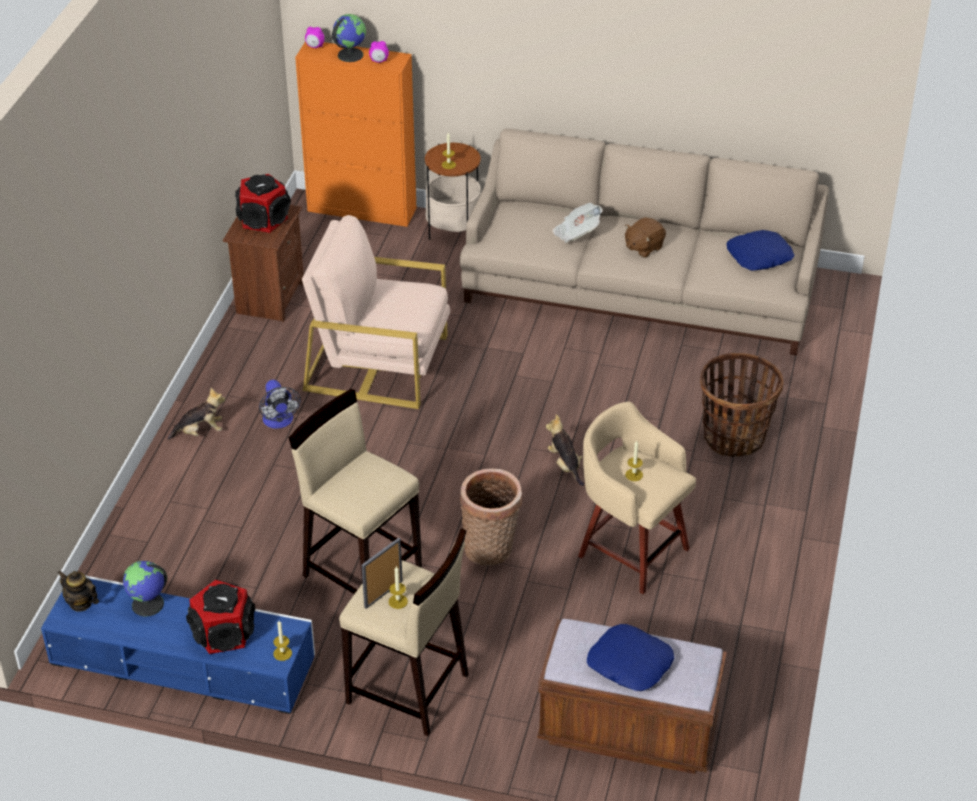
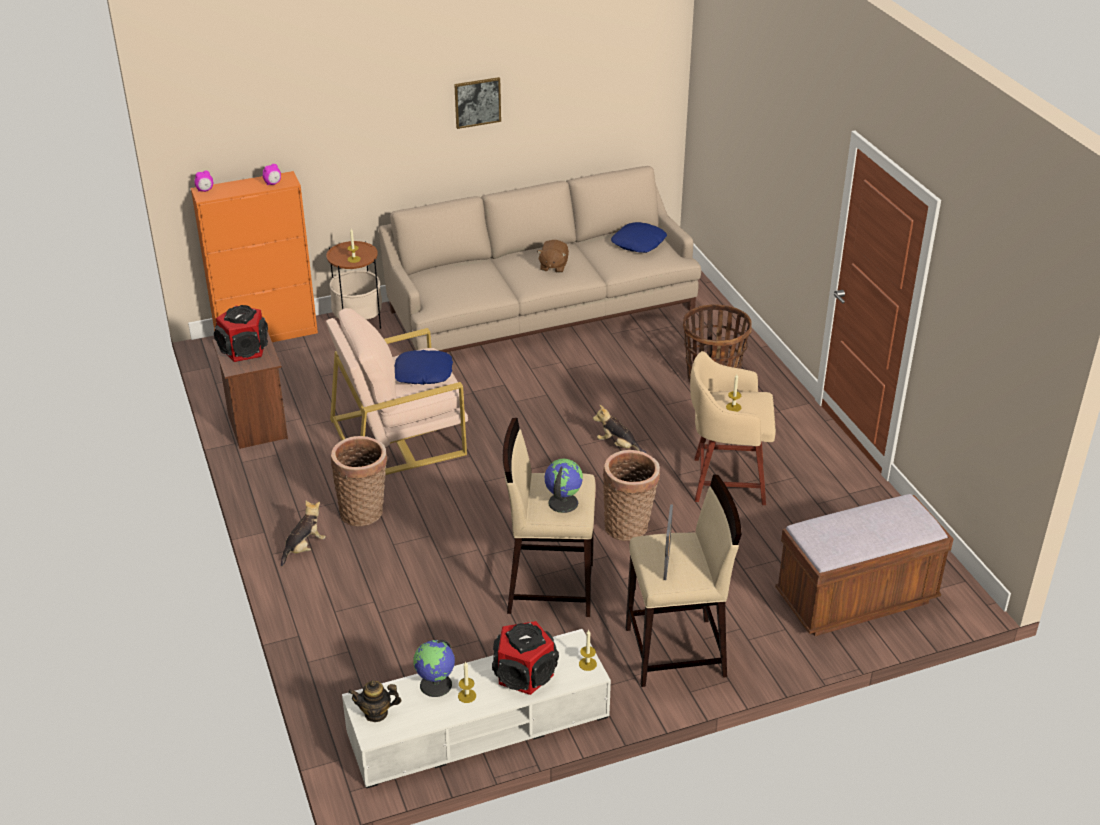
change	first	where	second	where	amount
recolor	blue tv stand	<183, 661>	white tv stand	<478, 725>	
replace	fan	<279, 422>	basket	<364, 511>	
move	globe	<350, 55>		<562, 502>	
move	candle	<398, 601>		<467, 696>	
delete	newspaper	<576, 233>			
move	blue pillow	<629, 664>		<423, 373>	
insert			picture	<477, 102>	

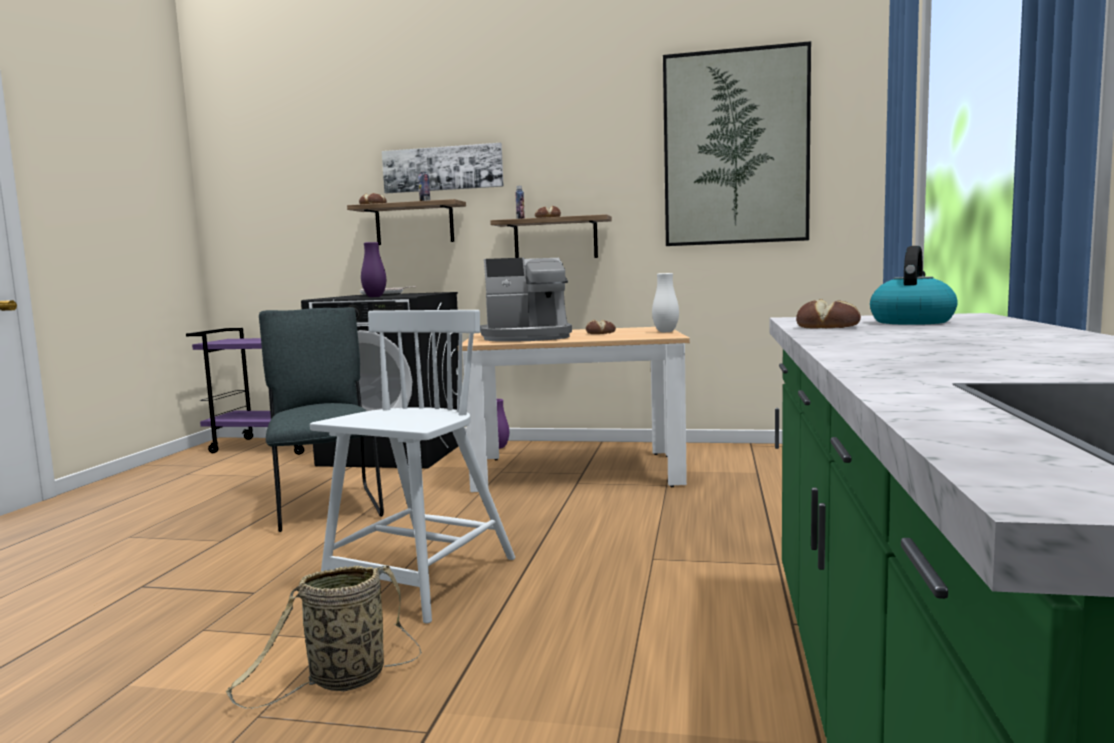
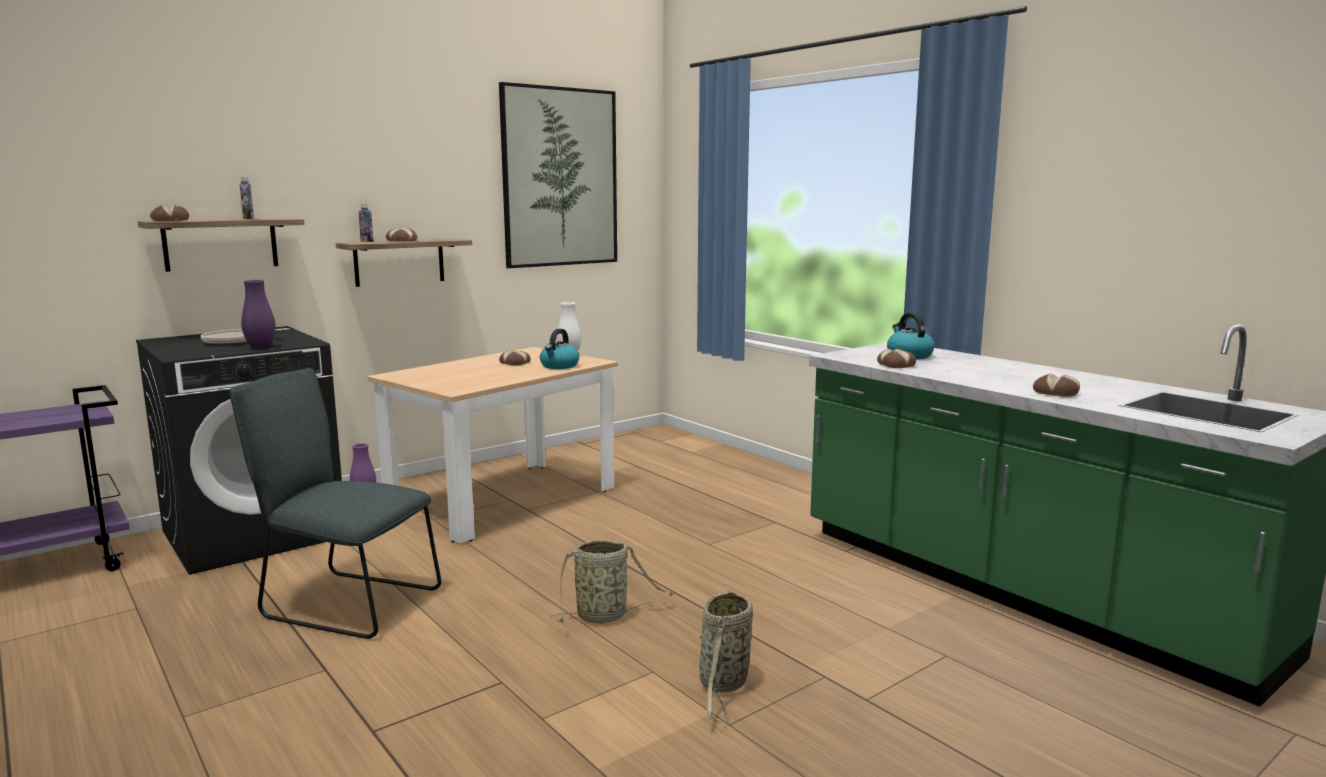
change	first	where	second	where	amount
replace	white chair	<420, 580>	basket	<605, 616>	
delete	picture	<443, 169>			
delete	coffee machine	<527, 337>			
insert			kettle	<559, 366>	
insert			bread	<1056, 392>	

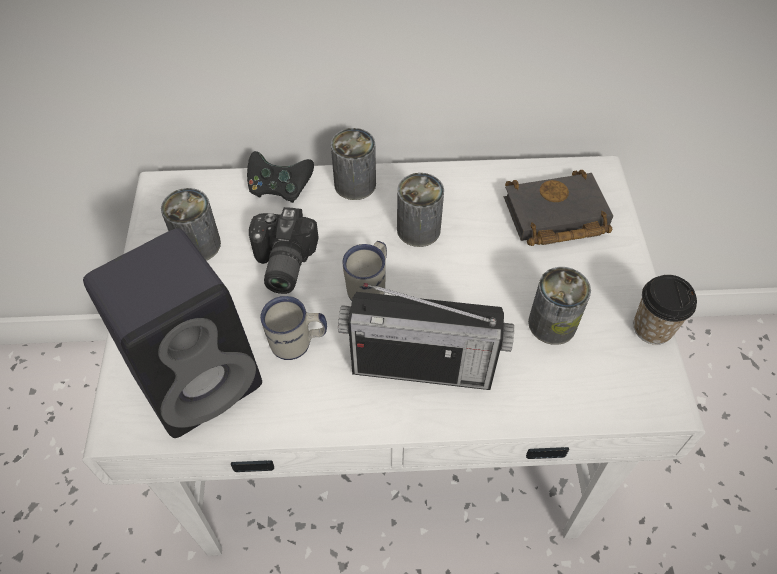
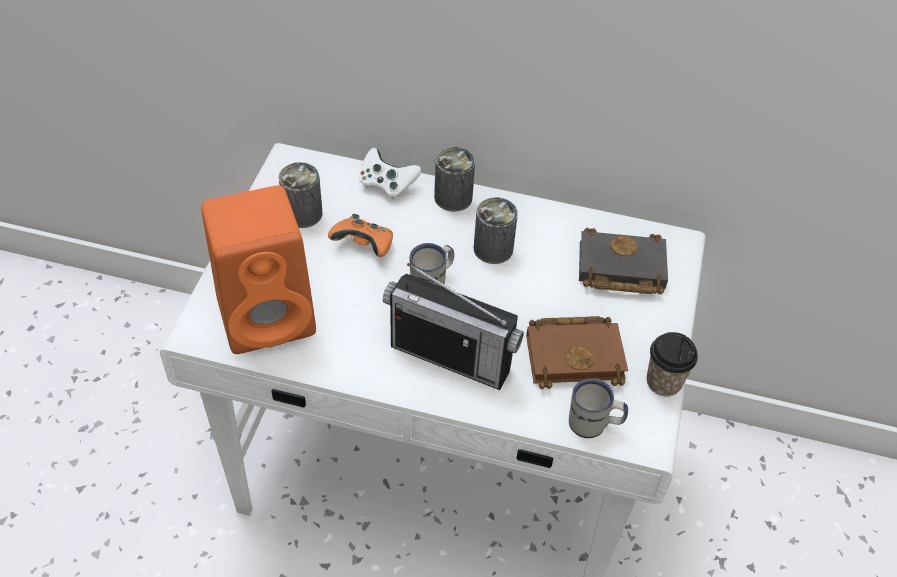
change	first	where	second	where	amount
recolor	black speaker	<201, 377>	orange speaker	<270, 315>	
recolor	black game controller	<279, 188>	white game controller	<387, 185>	
replace	photo camera	<280, 264>	orange game controller	<364, 246>	
move	white mug	<298, 343>		<594, 425>	
replace	can	<552, 323>	brown book	<576, 354>	

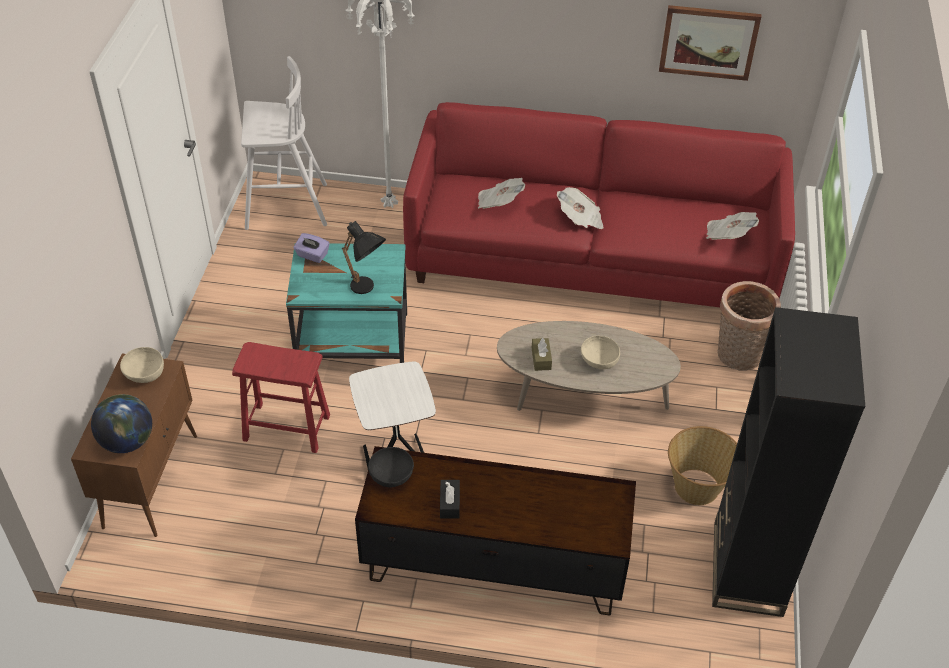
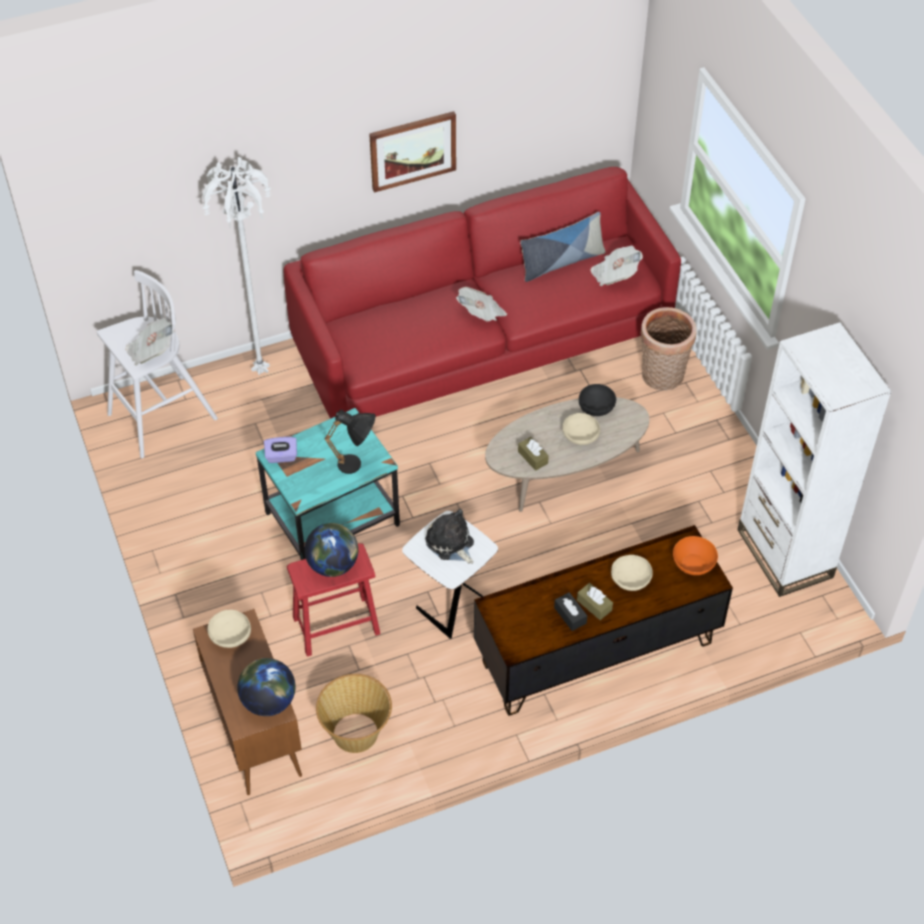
change	first	where	second	where	amount
move	black bowl	<392, 476>		<596, 407>	
move	newspaper	<499, 203>		<151, 351>	
move	picture	<708, 42>		<412, 150>	
move	basket	<697, 487>		<356, 732>	
recolor	black bookcase	<747, 568>	white bookcase	<784, 553>	
insert			globe	<333, 565>	
insert			plush toy	<451, 544>	
insert			pillow	<561, 262>	
insert			brown tissue box	<594, 605>	
insert			beige bowl	<630, 581>	
insert			orange bowl	<693, 564>	

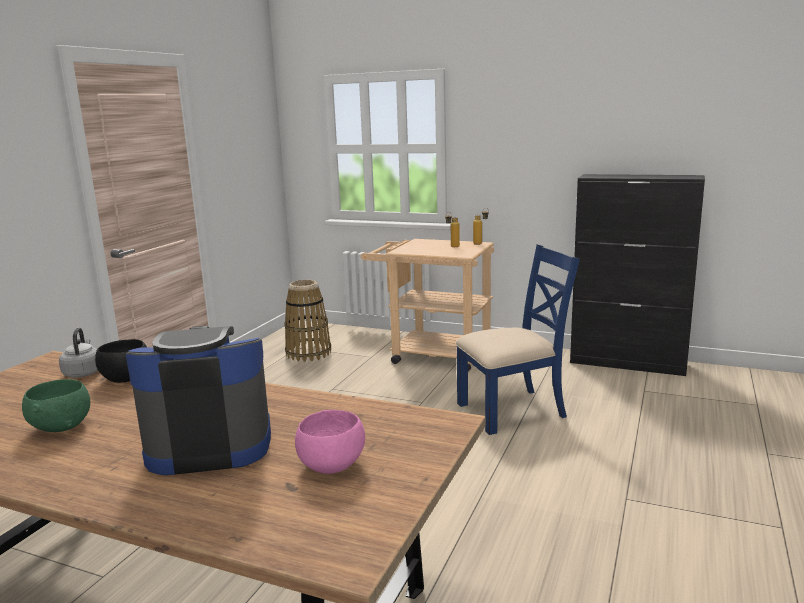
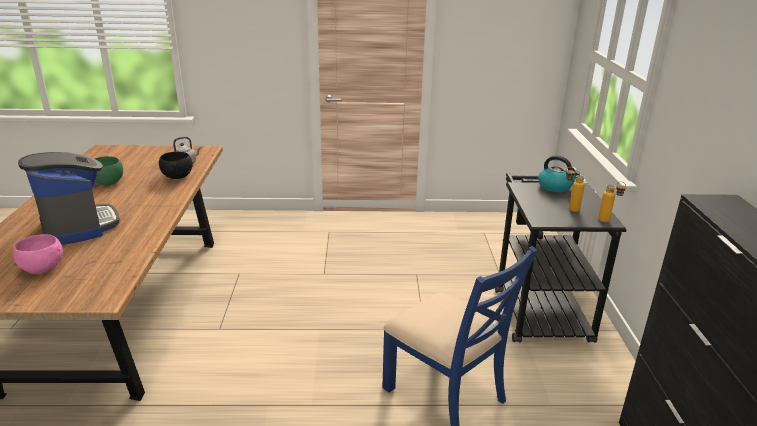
change	first	where	second	where	amount
delete	basket	<309, 353>			
recolor	beige cart	<432, 355>	black cart	<539, 309>	
insert			kettle	<555, 187>	

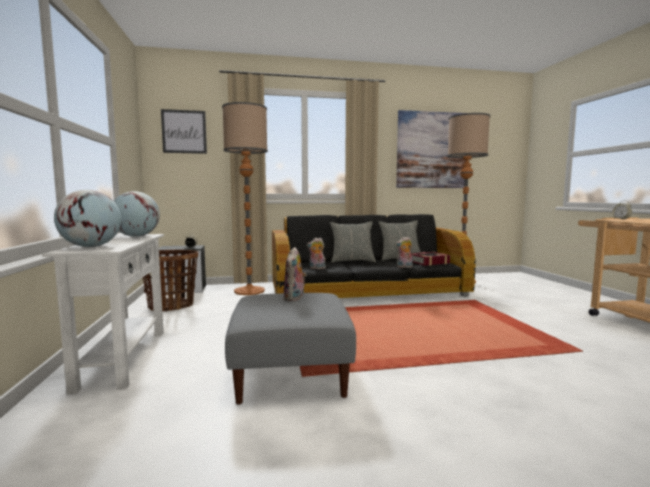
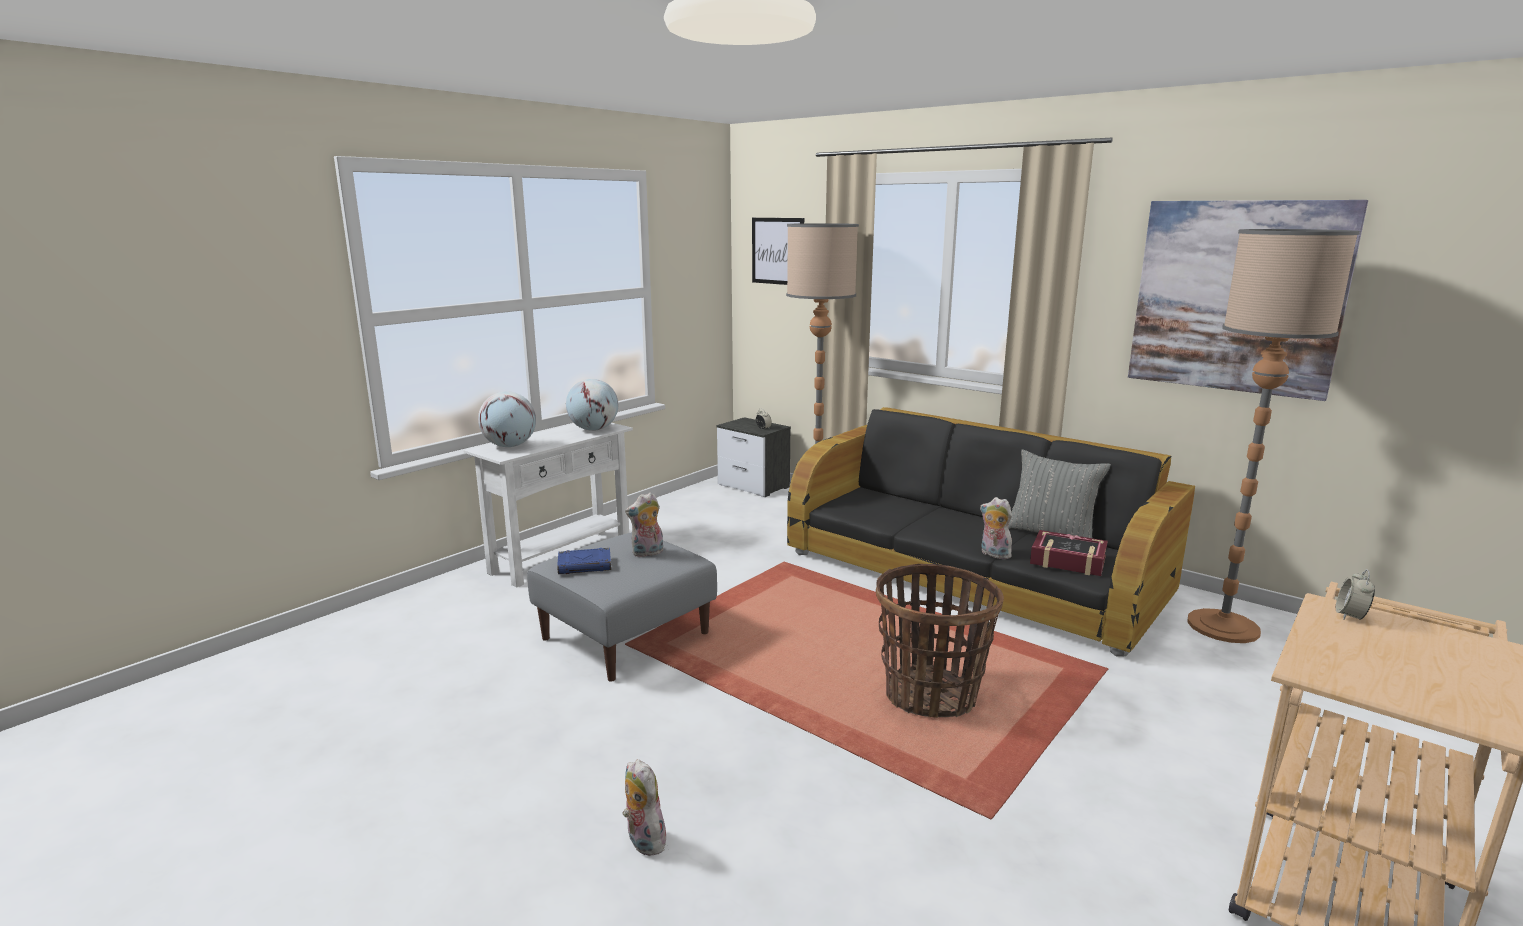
change	first	where	second	where	amount
move	basket	<171, 306>		<930, 695>	
move	plush toy	<316, 268>		<643, 840>	
delete	grey pillow	<352, 261>			
insert			blue book	<585, 565>	

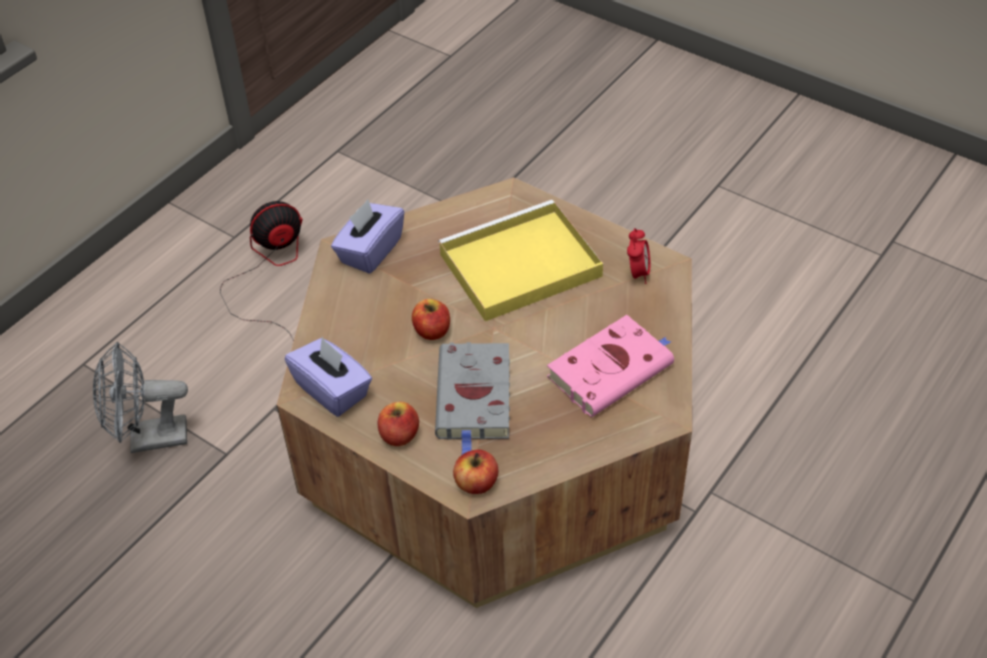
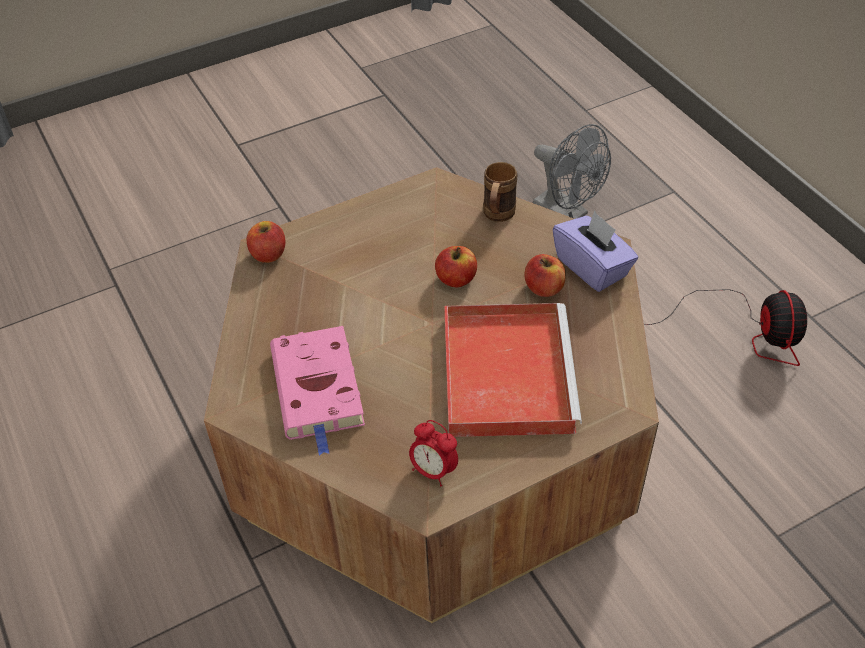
change	first	where	second	where	amount
rotate	grey fan	<149, 439>		<567, 213>	120 degrees clockwise
delete	purple tissue box	<332, 390>			
move	apple	<399, 435>		<544, 288>	
delete	grey book	<474, 399>			
recolor	yellow tray	<517, 266>	red tray	<505, 371>	
insert			brown mug	<497, 217>	

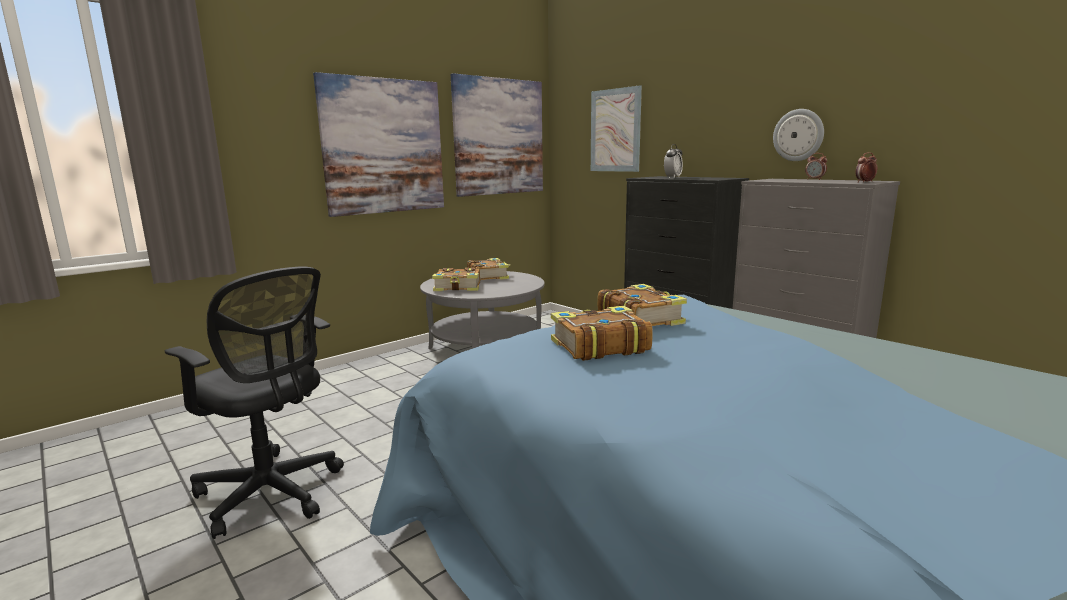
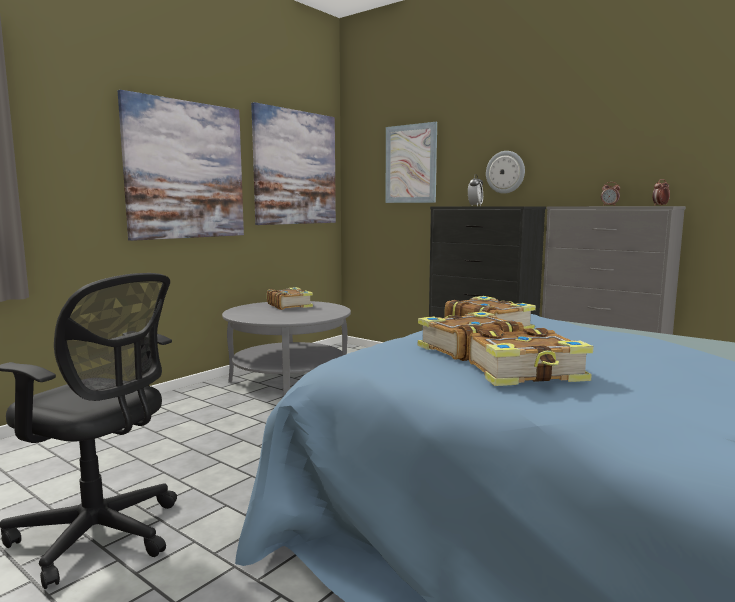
change	first	where	second	where	amount
move	book	<458, 287>		<527, 373>	
move	wall clock	<798, 135>		<505, 172>	

